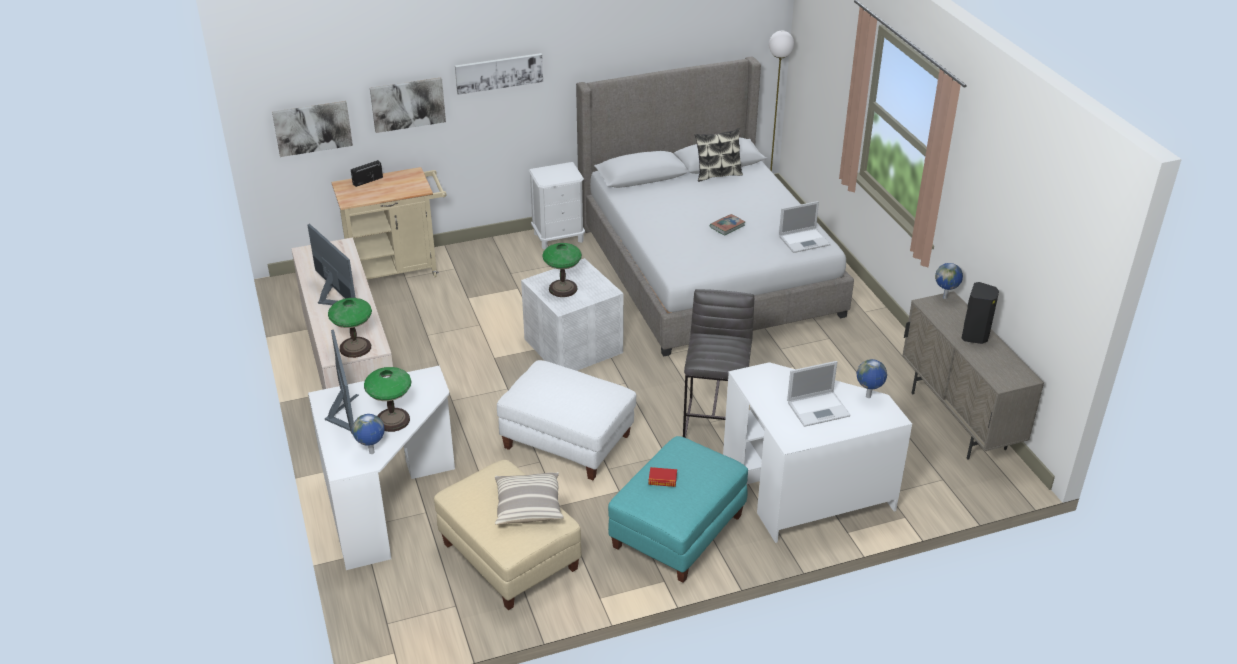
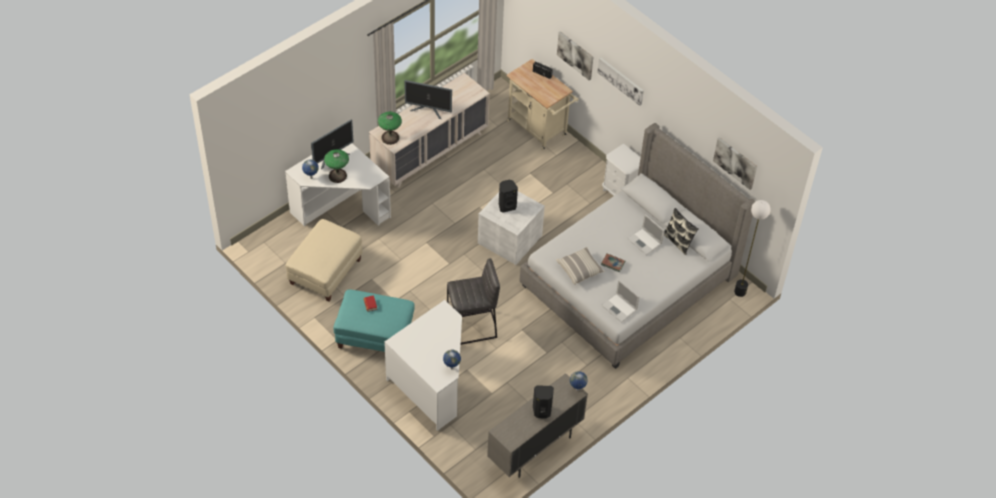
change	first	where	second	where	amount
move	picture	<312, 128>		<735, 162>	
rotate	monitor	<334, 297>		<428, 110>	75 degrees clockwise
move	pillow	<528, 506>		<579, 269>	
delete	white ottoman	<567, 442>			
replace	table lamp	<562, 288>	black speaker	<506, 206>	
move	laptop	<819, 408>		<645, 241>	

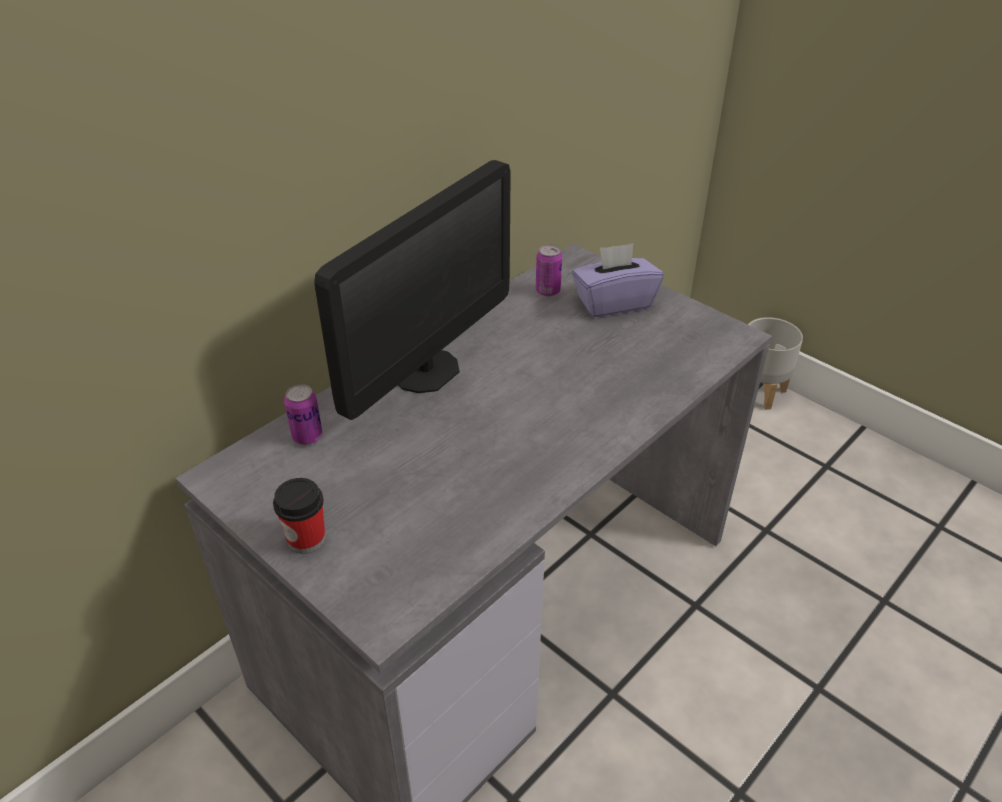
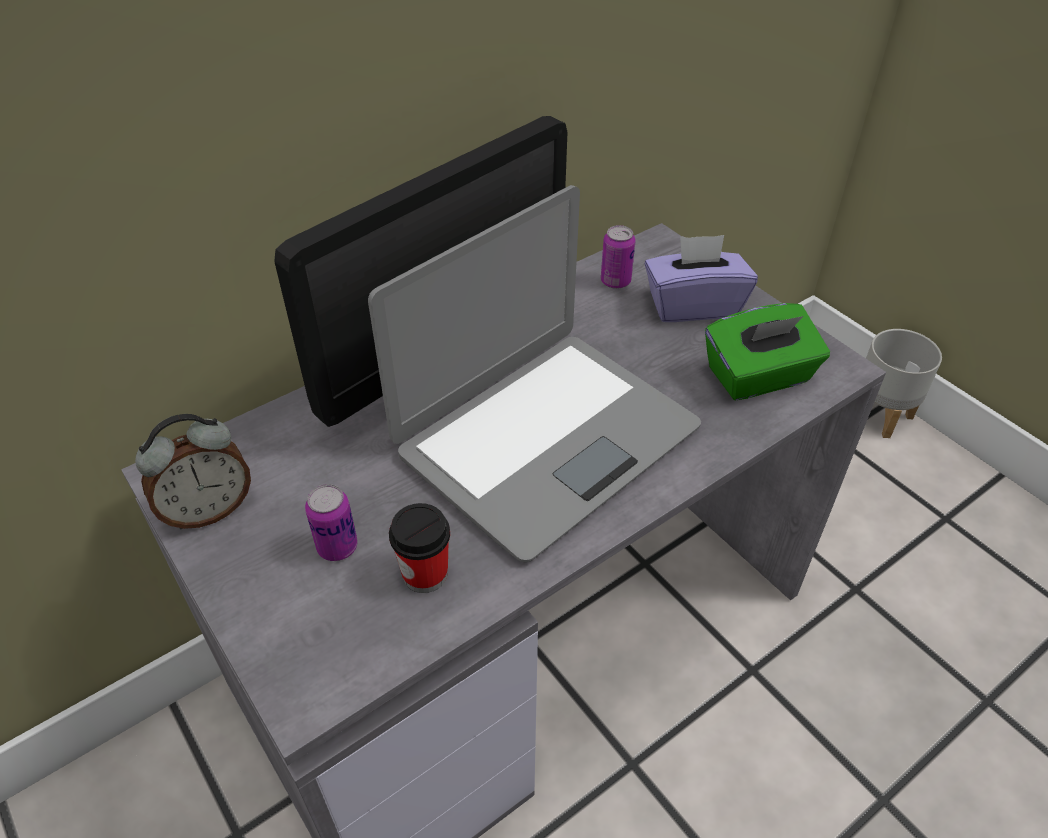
change	first	where	second	where	amount
move	cup	<306, 539>		<425, 574>	
move	can	<307, 436>		<337, 547>	
insert			alarm clock	<209, 510>	
insert			laptop	<545, 439>	
insert			green tissue box	<759, 377>	

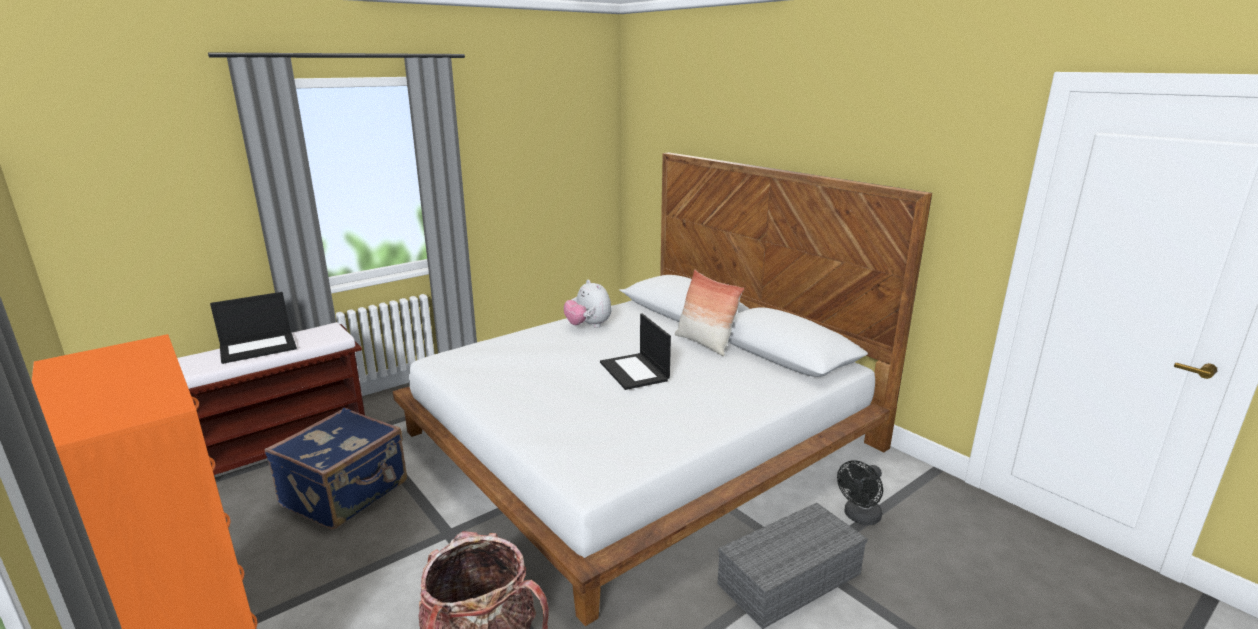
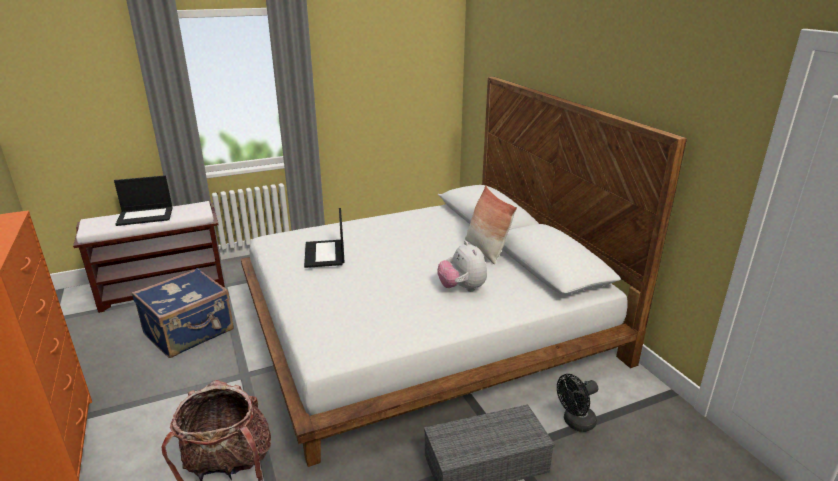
change	first	where	second	where	amount
move	plush toy	<588, 326>		<462, 288>	
move	laptop	<635, 371>		<325, 254>	

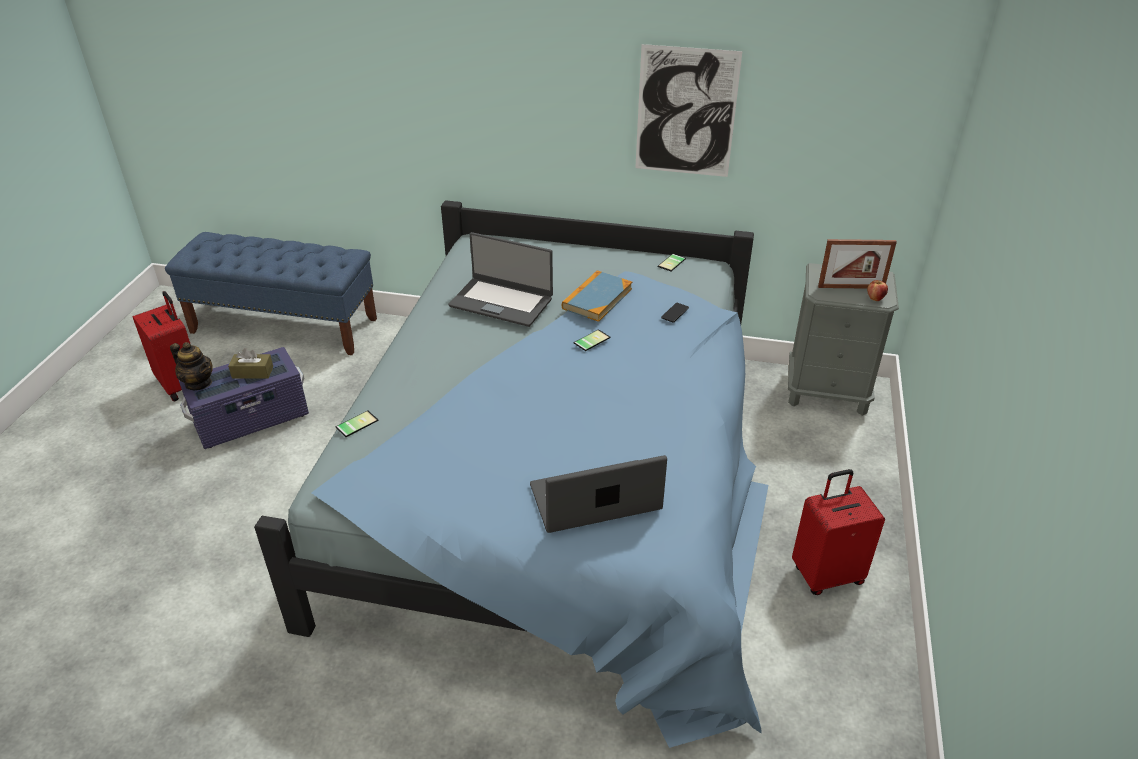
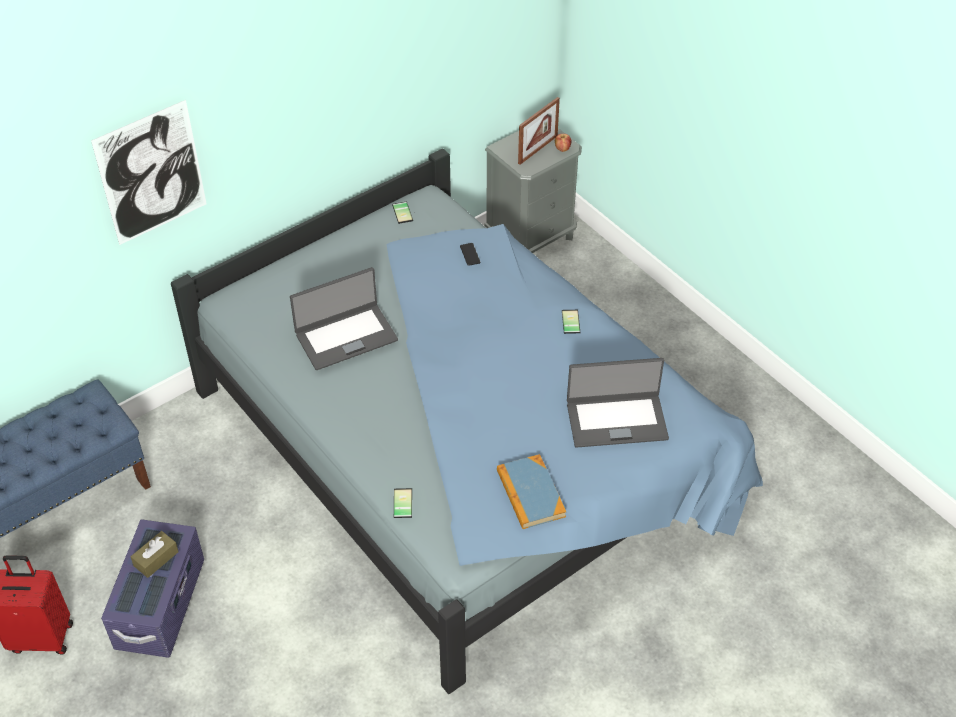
change	first	where	second	where	amount
delete	teapot	<198, 383>			
rotate	laptop	<595, 499>		<616, 420>	120 degrees counterclockwise
move	book	<597, 298>		<530, 494>	
move	phone	<590, 339>		<569, 321>	
move	picture	<686, 112>		<151, 173>	
delete	red suitcase	<826, 574>			

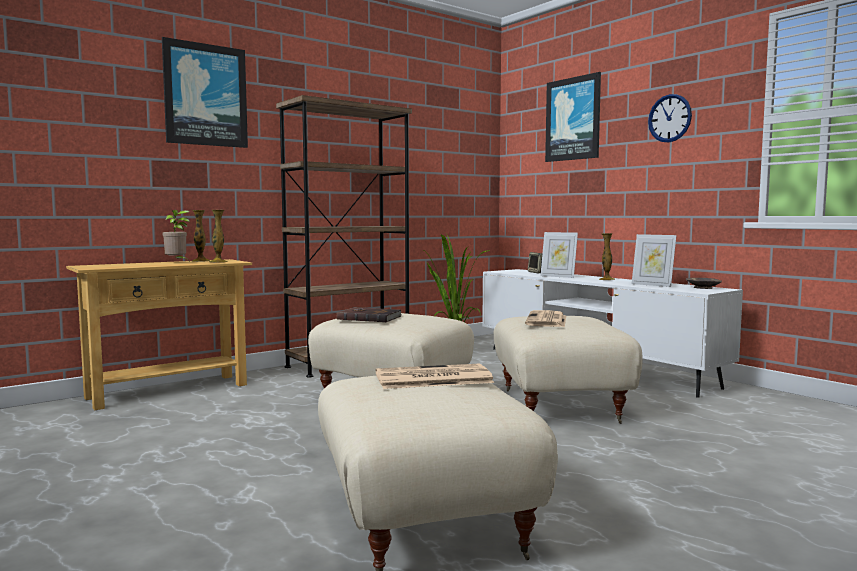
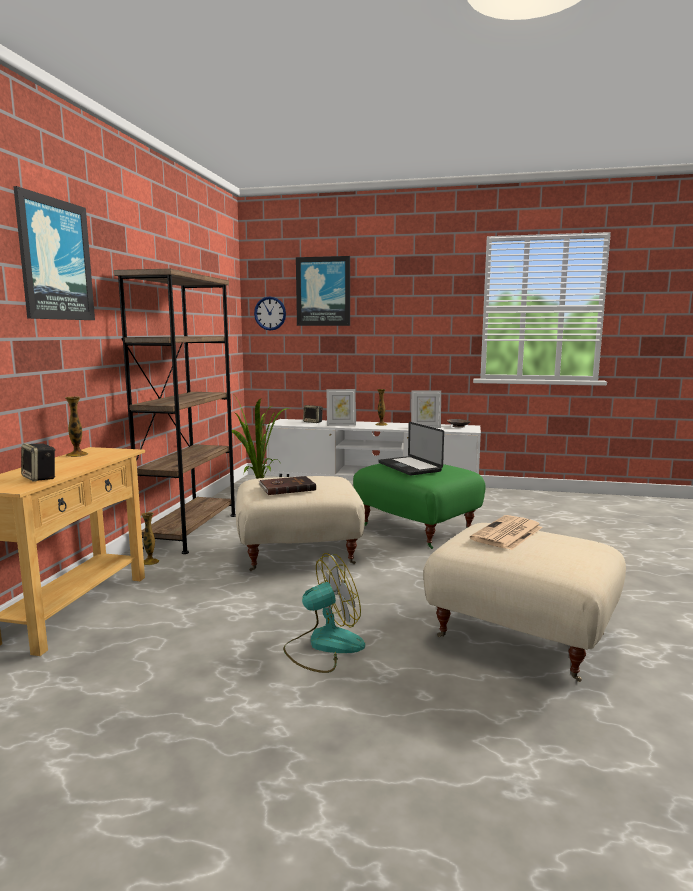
change	first	where	second	where	amount
delete	potted plant	<177, 262>			
move	vase	<218, 262>		<150, 562>	
recolor	beige ottoman	<562, 406>	green ottoman	<418, 528>	
replace	newspaper	<547, 320>	laptop	<409, 467>	
move	wall clock	<669, 118>		<270, 313>	
insert			speaker	<40, 478>	
insert			fan	<323, 645>	

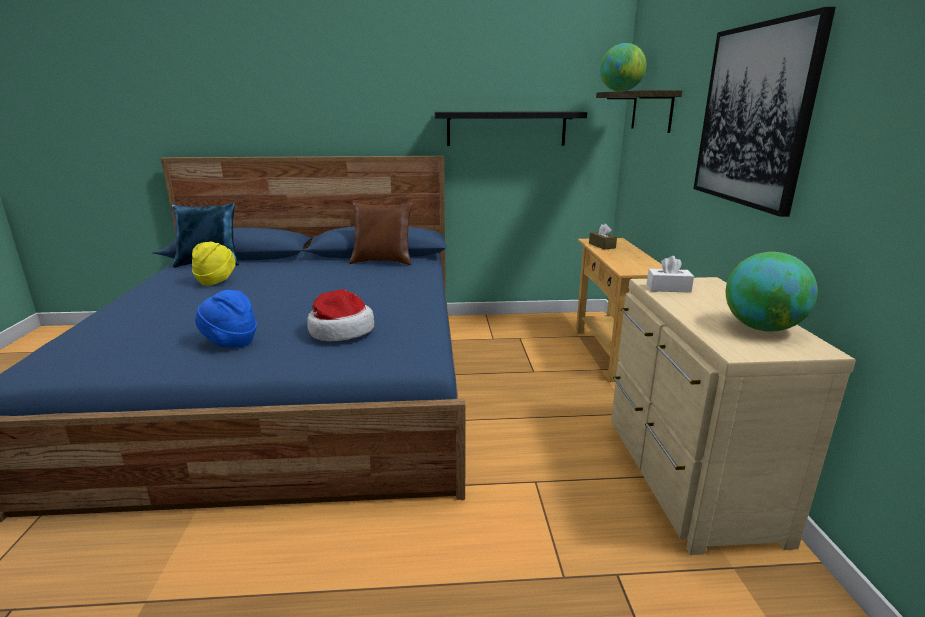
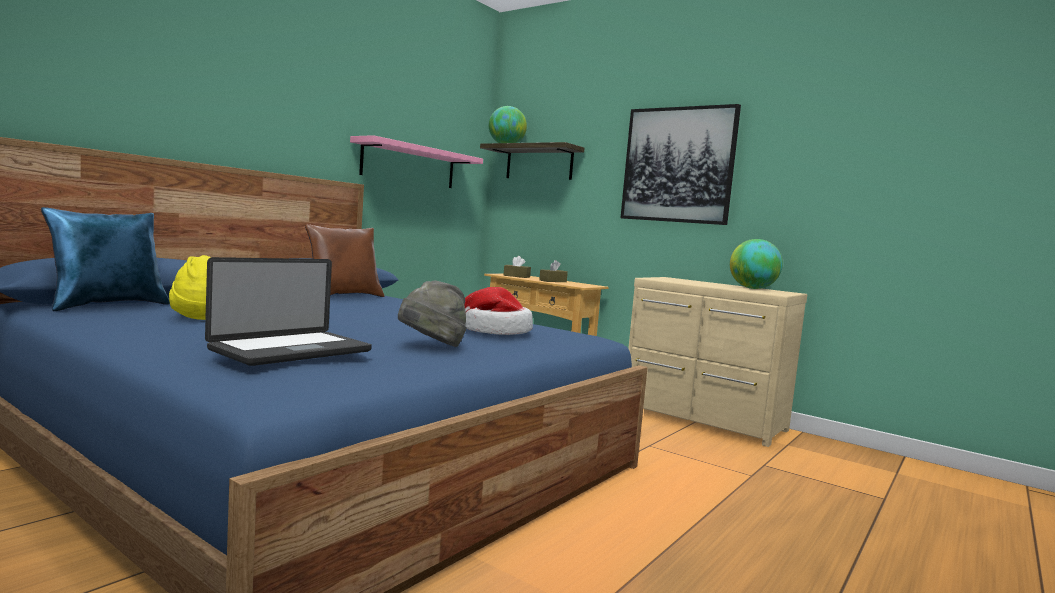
change	first	where	second	where	amount
recolor	blue hat	<230, 342>	grey hat	<431, 347>	
recolor	black shelf	<506, 128>	pink shelf	<409, 165>	
delete	white tissue box	<668, 288>			
insert			laptop	<292, 351>	
insert			brown tissue box	<553, 281>	

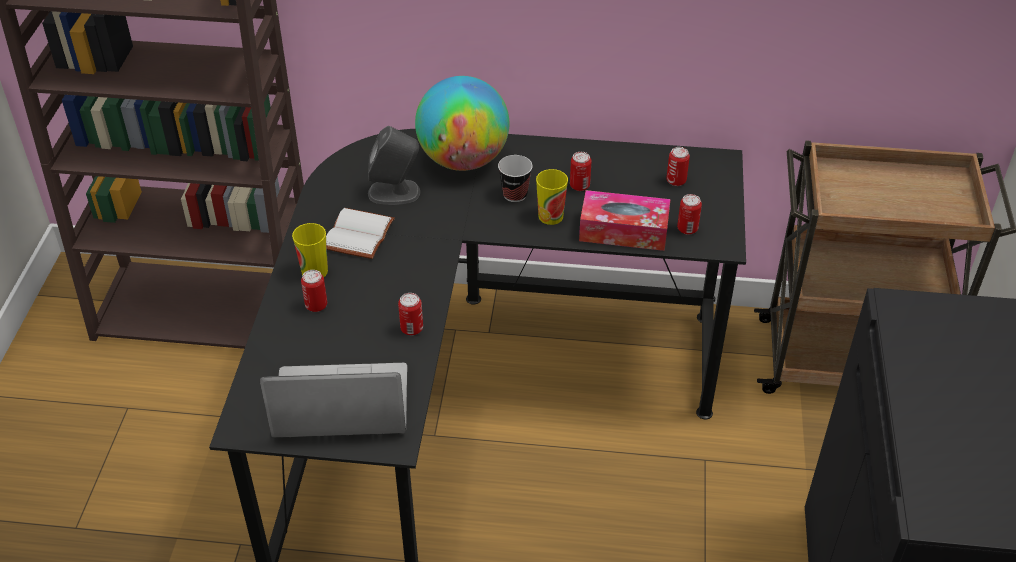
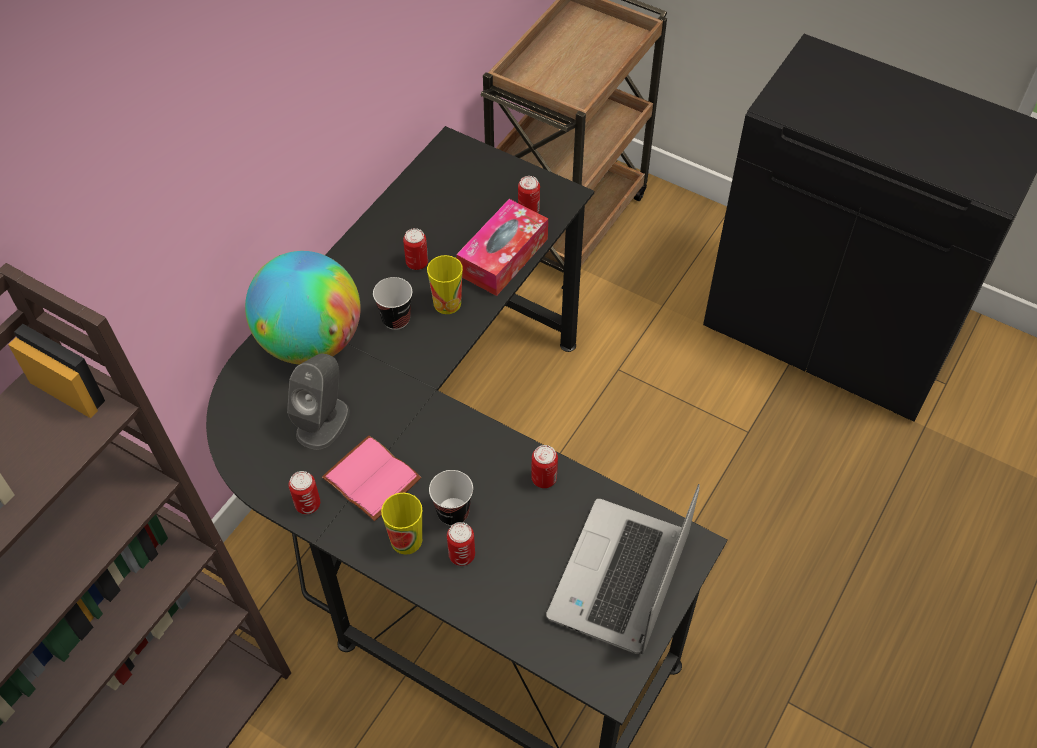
change	first	where	second	where	amount
recolor	white book	<360, 236>	pink book	<374, 478>	
move	can	<676, 181>		<307, 504>	
insert			cup	<453, 513>	

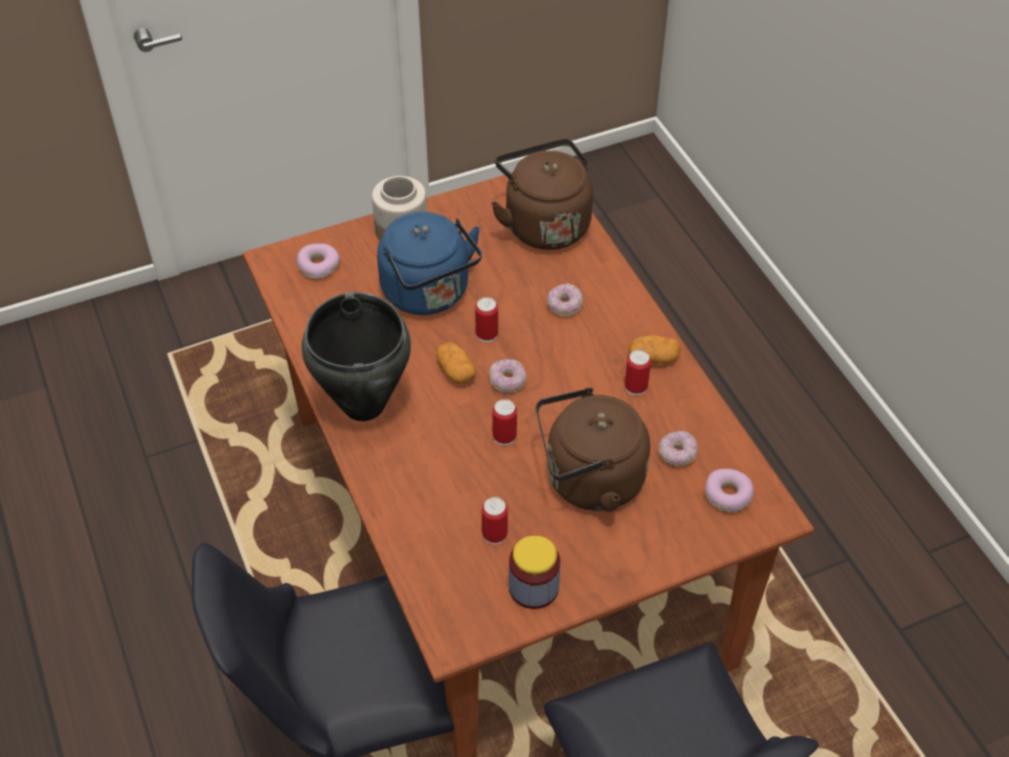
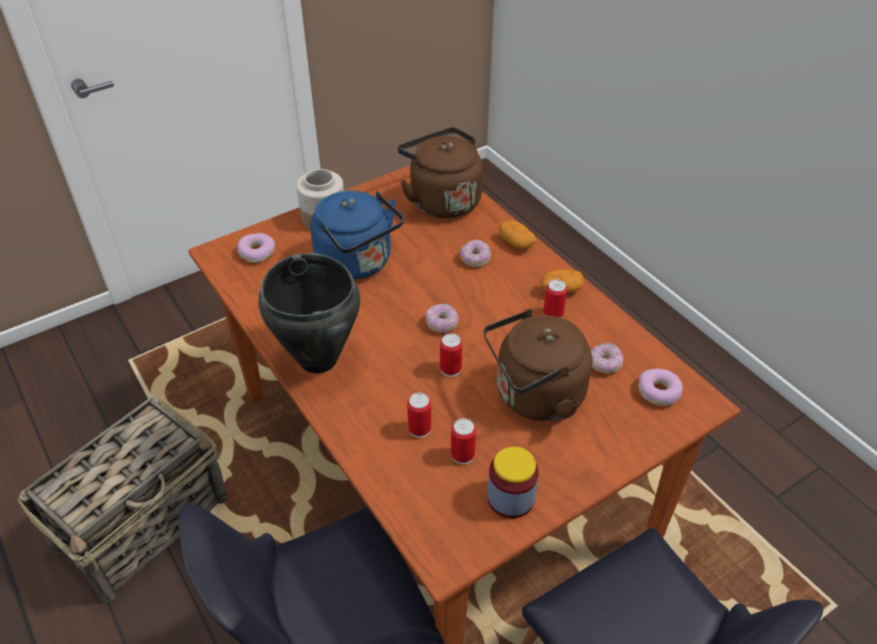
change	first	where	second	where	amount
move	potato	<456, 371>		<516, 243>	
move	can	<486, 334>		<419, 429>	
insert			basket	<145, 522>	

